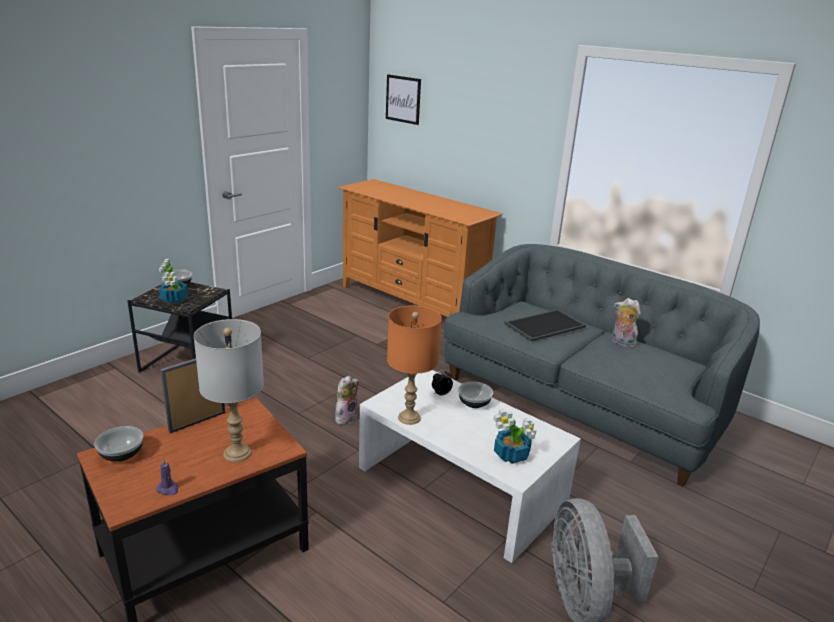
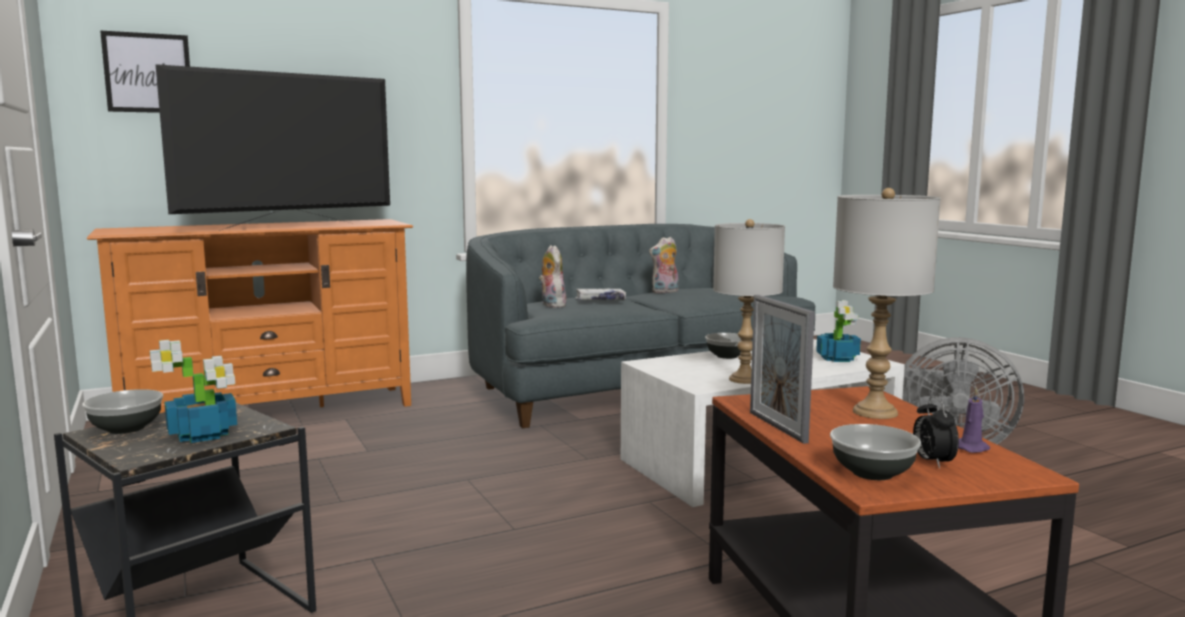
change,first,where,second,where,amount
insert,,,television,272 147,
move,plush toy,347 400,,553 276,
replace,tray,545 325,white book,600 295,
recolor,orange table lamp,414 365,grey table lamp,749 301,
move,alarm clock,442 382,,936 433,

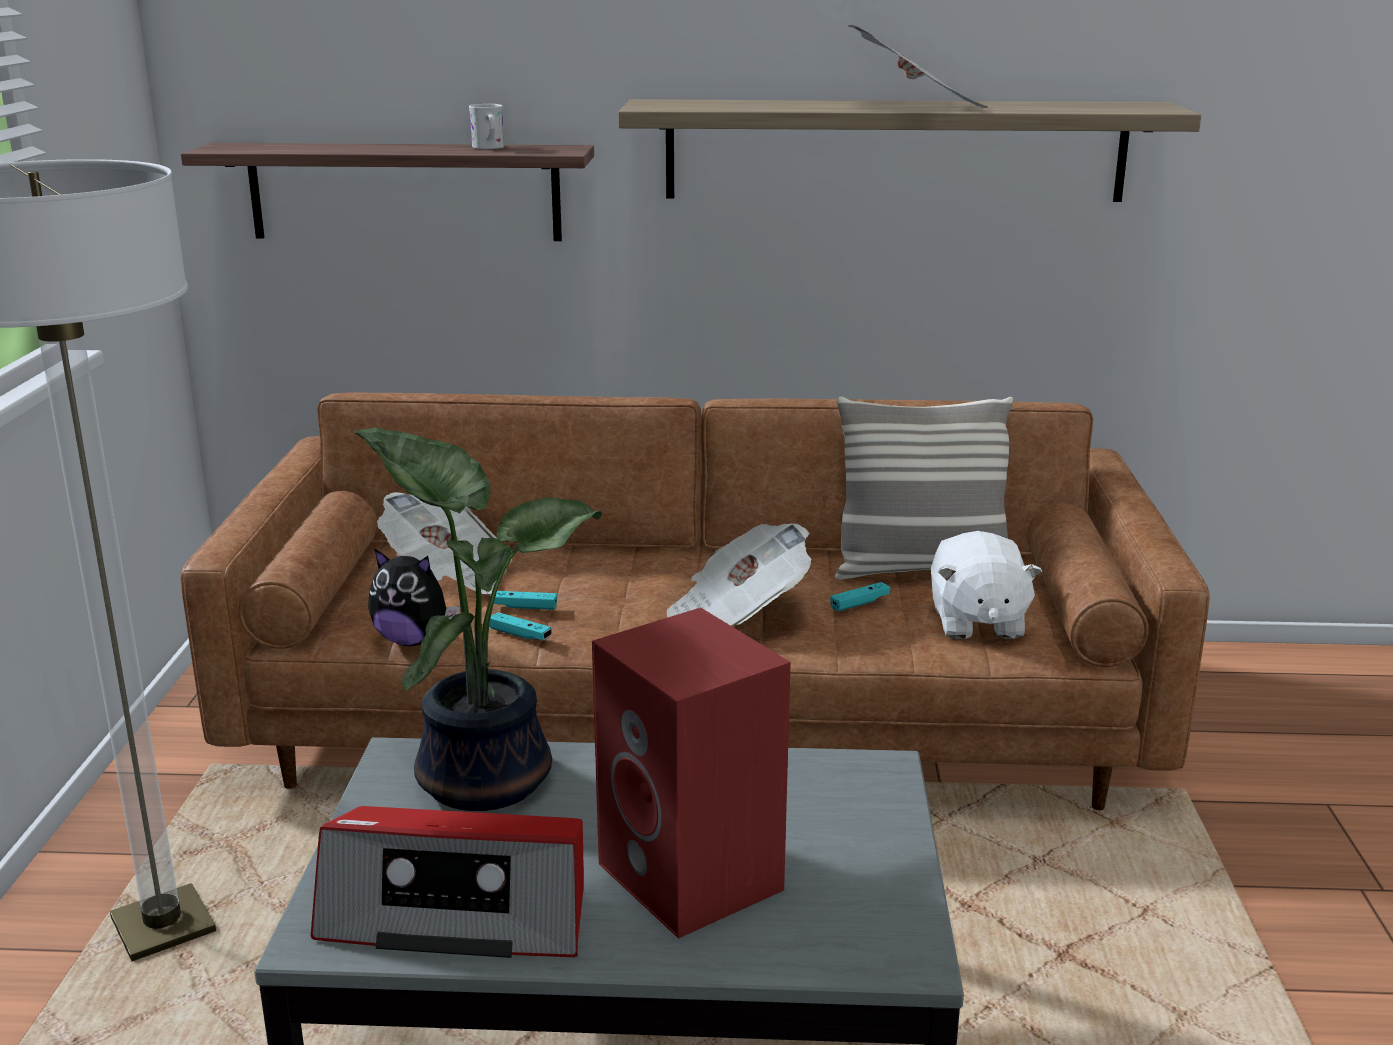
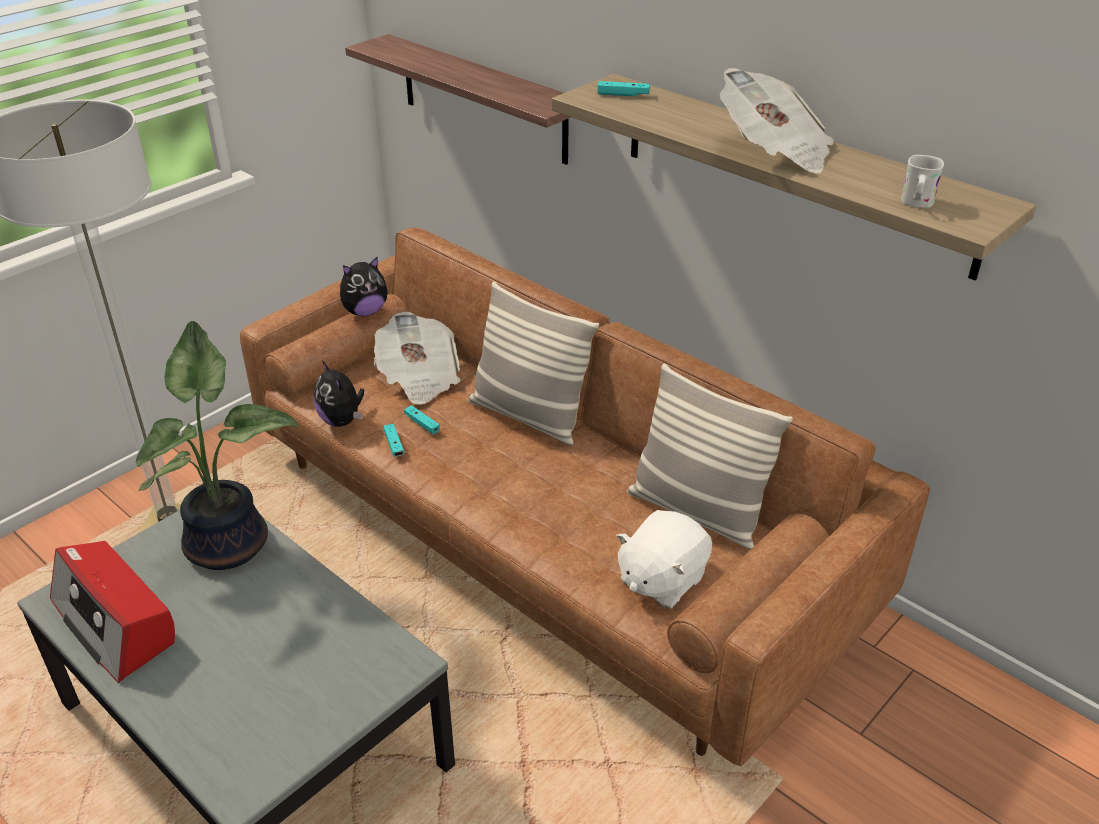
change,first,where,second,where,amount
insert,,,plush toy,364 286,
insert,,,pillow,533 364,
move,turquoise game controller,860 596,,623 89,
move,white mug,486 126,,922 181,
delete,red speaker,691 773,,,
delete,newspaper,739 574,,,

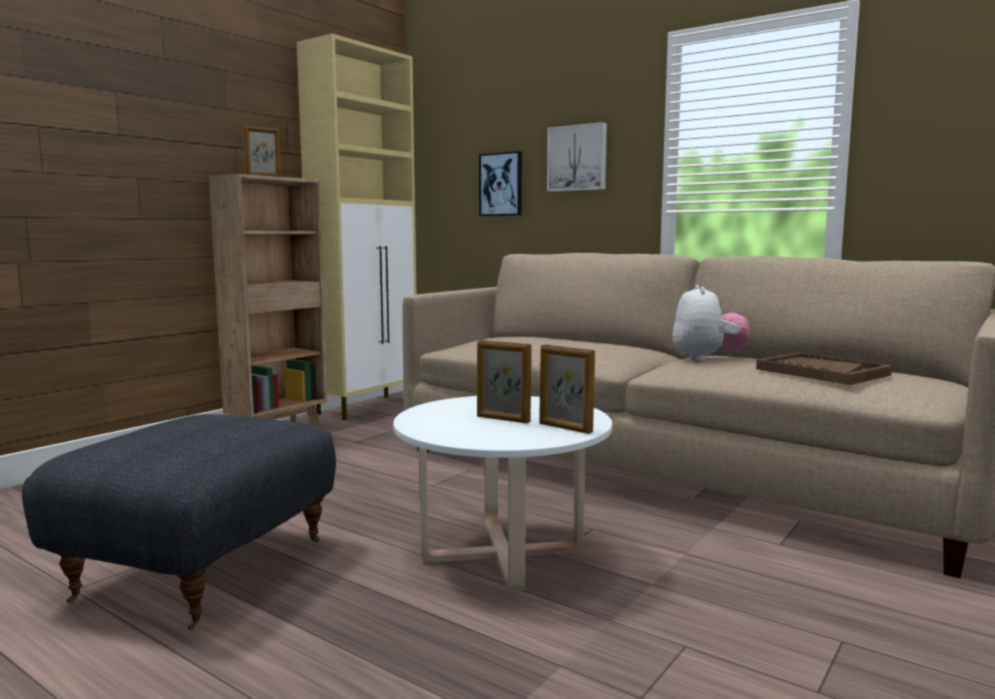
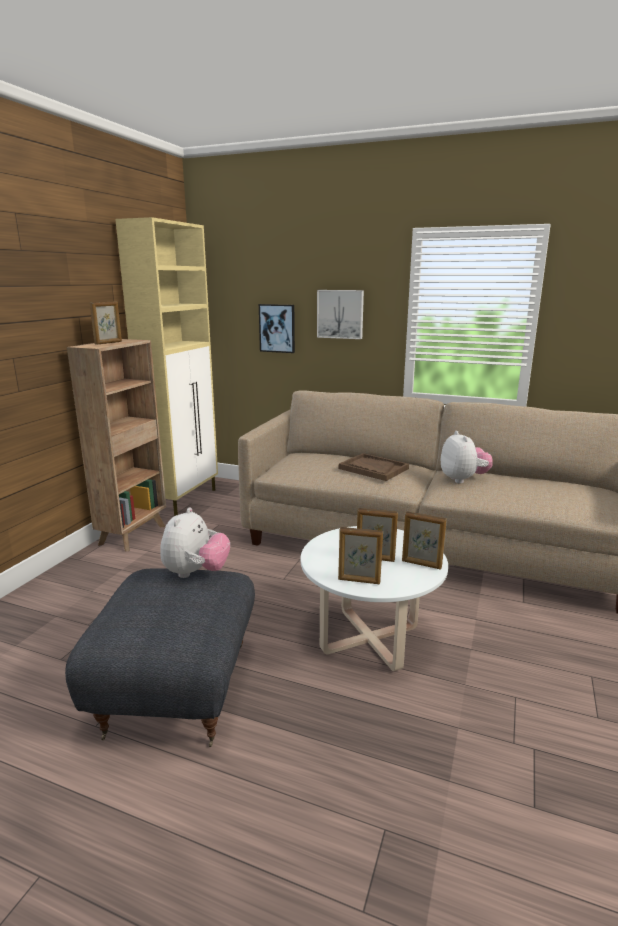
change,first,where,second,where,amount
insert,,,plush toy,195 542,
insert,,,picture frame,360 555,
move,brown tray,824 369,,374 467,

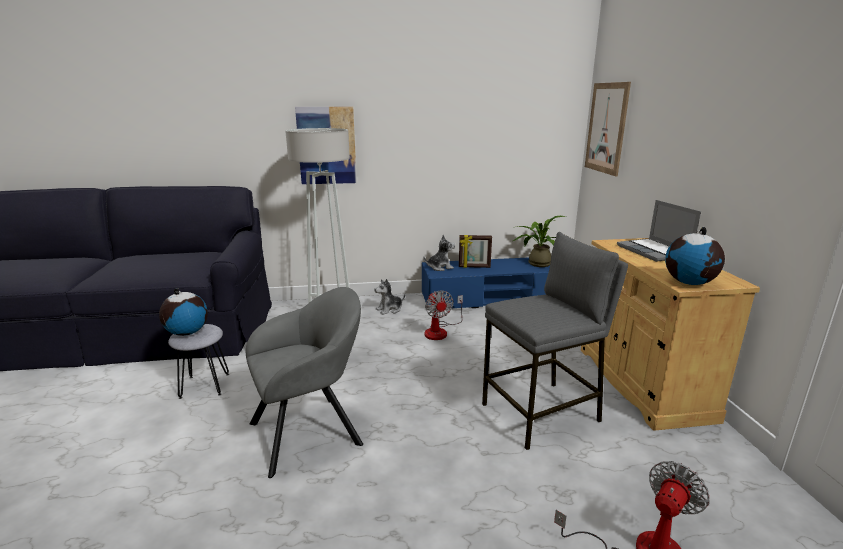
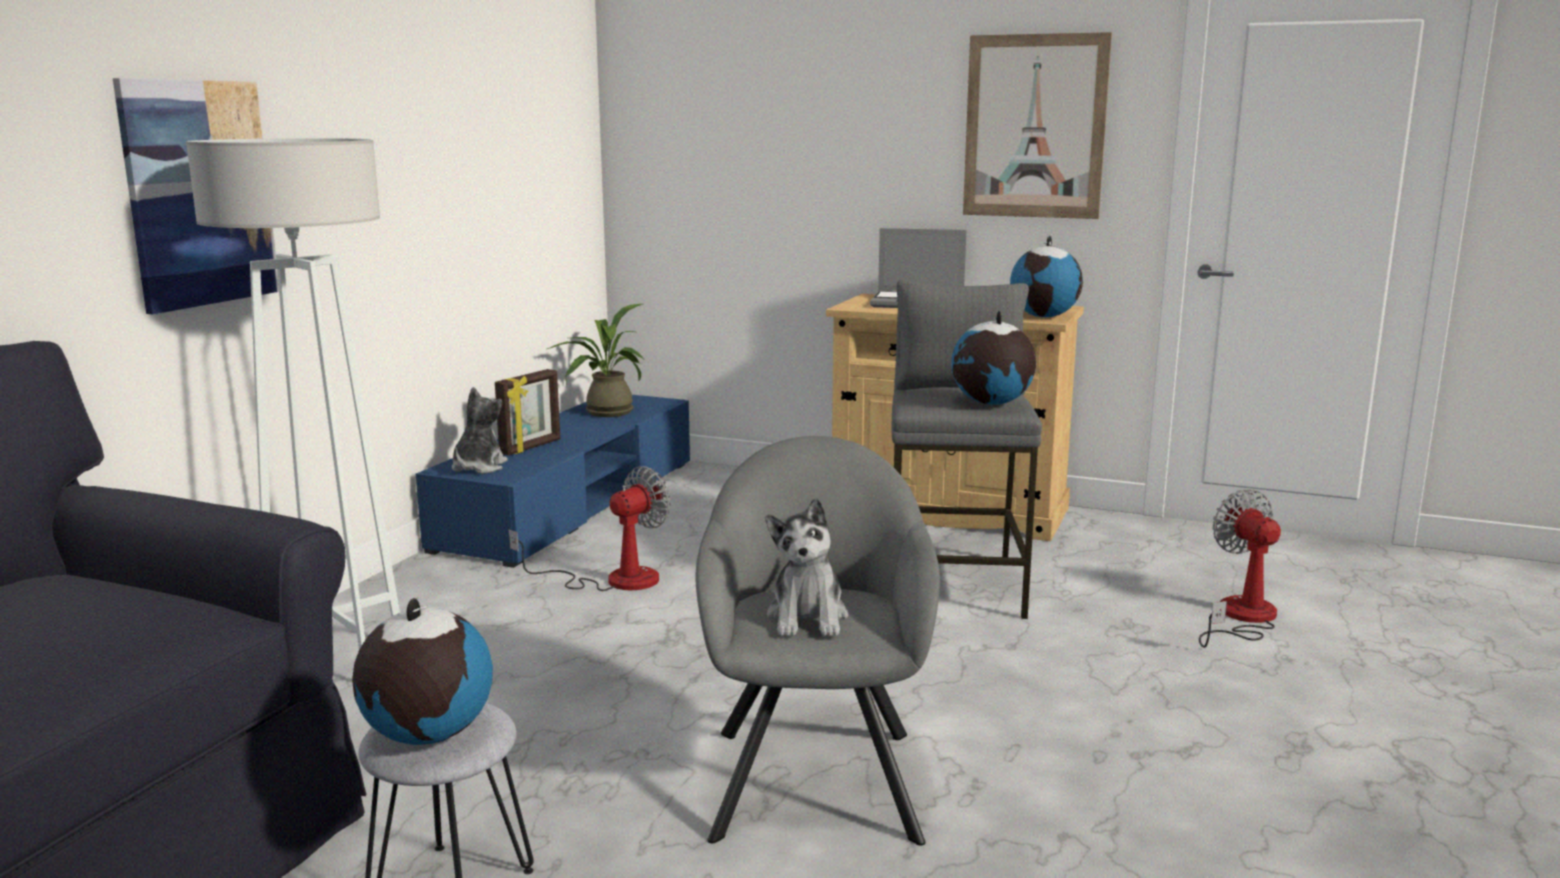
change,first,where,second,where,amount
rotate,fan,443 315,,590 528,60 degrees counterclockwise
move,plush toy,389 297,,807 567,
insert,,,globe,993 358,
move,picture,608 129,,1037 125,

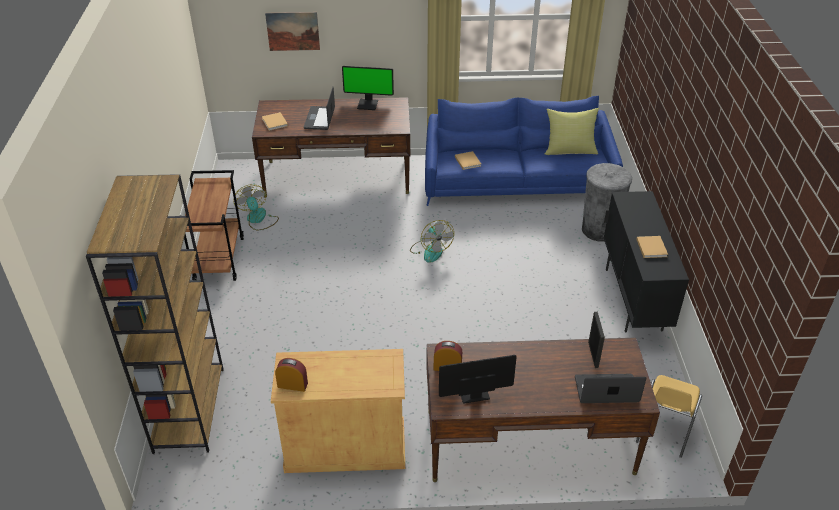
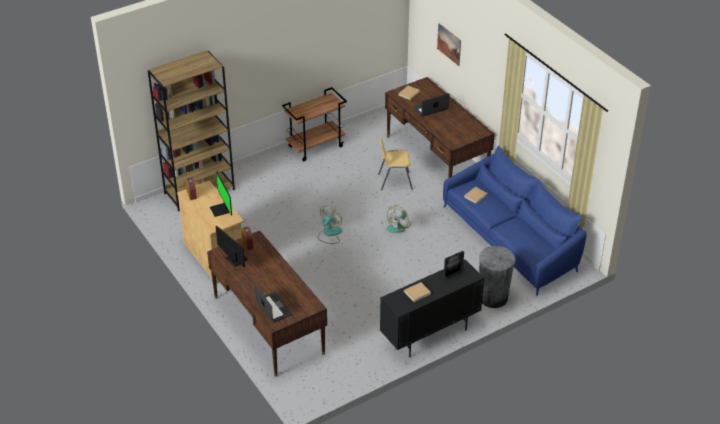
change,first,where,second,where,amount
move,monitor,368 88,,221 194,
move,fan,256 207,,330 225,
move,yellow chair,669 416,,395 164,
move,picture frame,596 340,,453 265,
delete,yellow pillow,572 131,,,

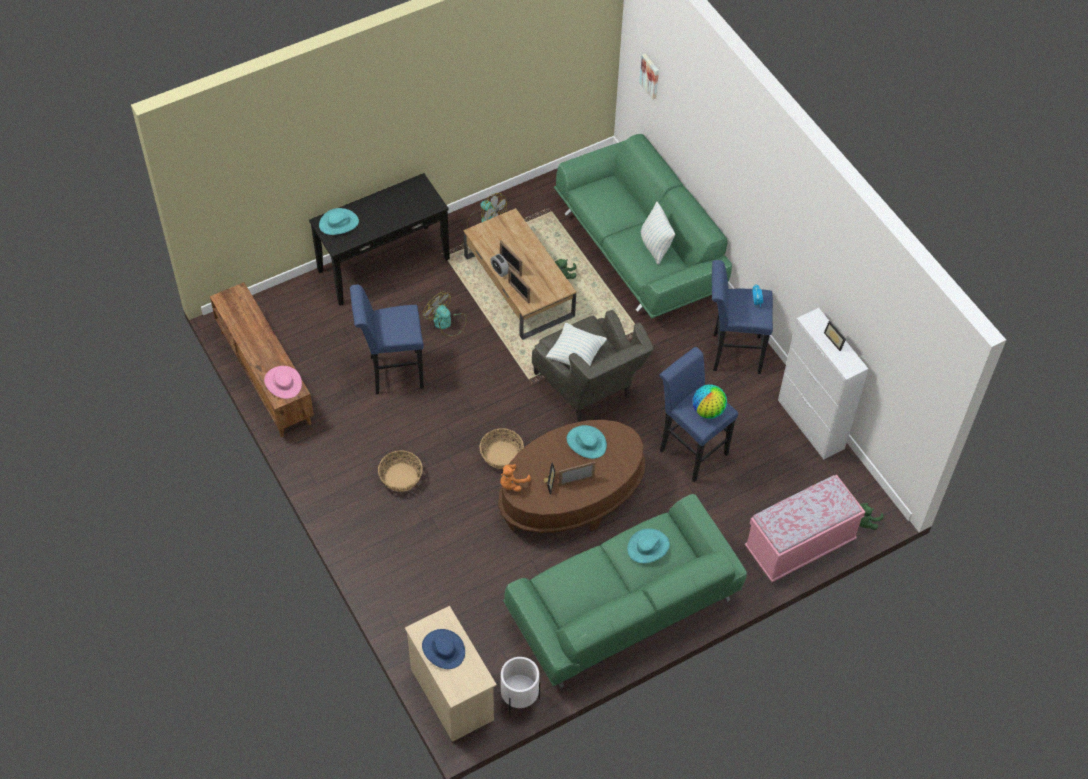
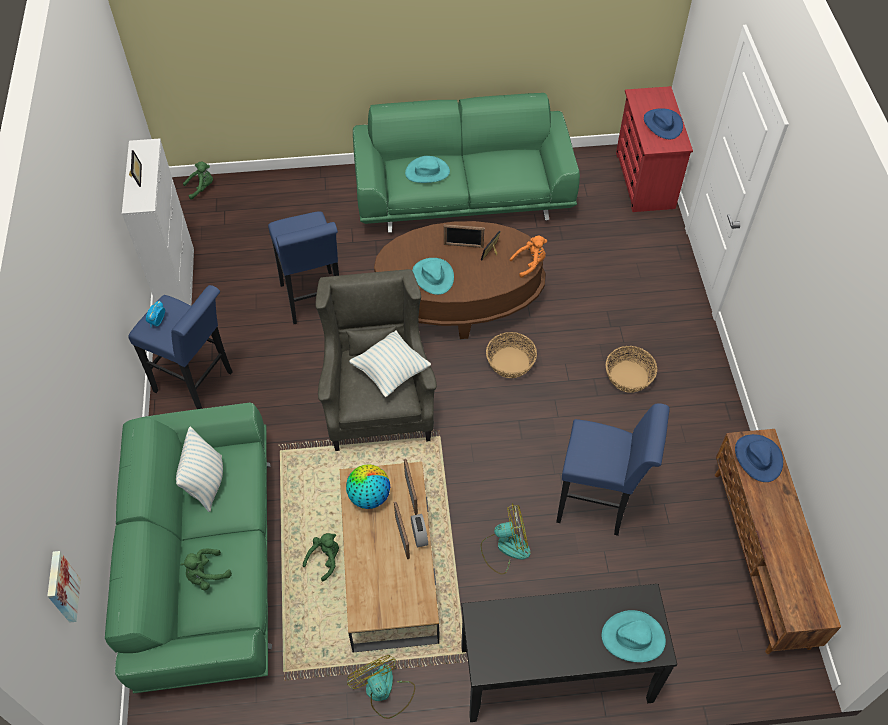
change,first,where,second,where,amount
insert,,,green plush toy,206 569,
move,globe,710 402,,368 486,
rotate,fan,445 313,,505 539,75 degrees counterclockwise
recolor,beige dresser,451 674,red dresser,654 149,
recolor,pink hat,283 382,blue hat,759 458,
delete,white planter,520 686,,,
delete,pink bench,805 528,,,

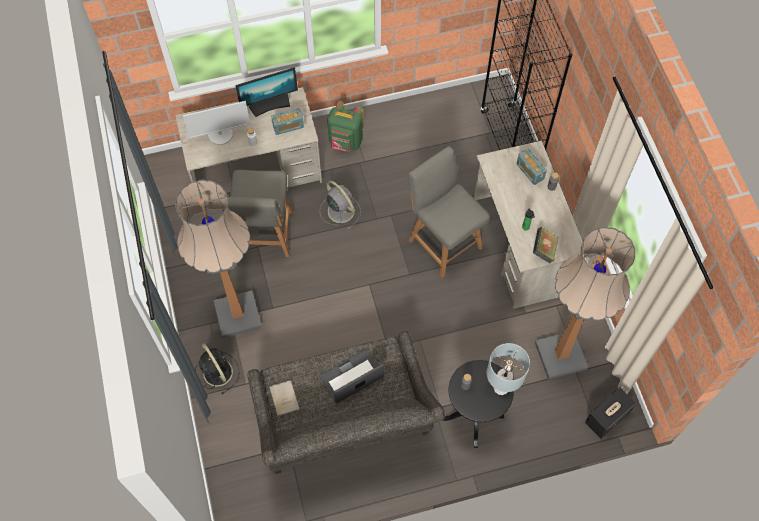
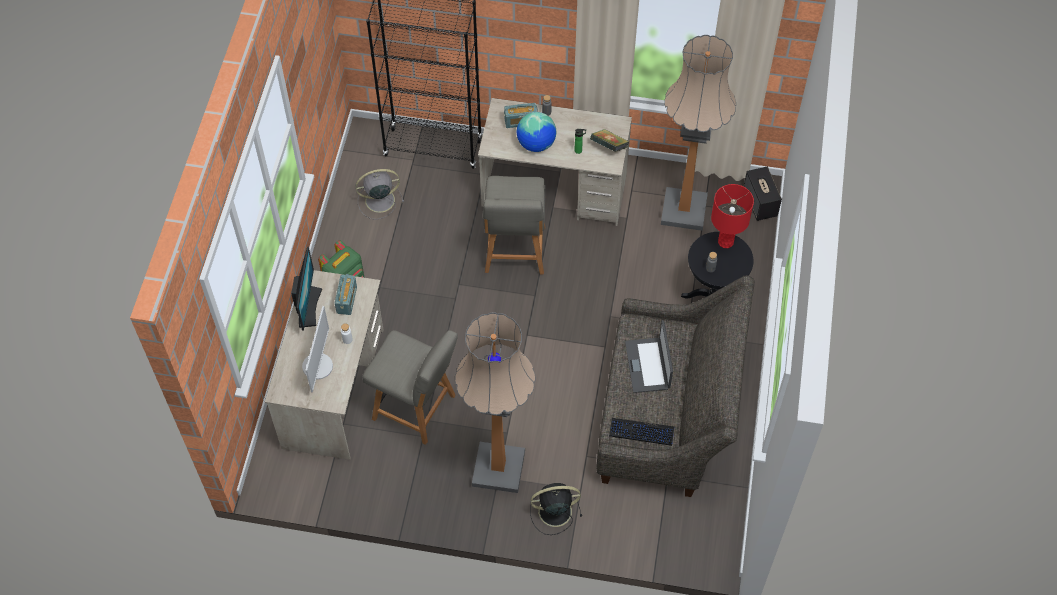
change,first,where,second,where,amount
move,grey fan,340 205,,380 194,
rotate,grey chair,449 211,,514 225,75 degrees counterclockwise
insert,,,globe,536 132,
replace,beige book,284 398,keyboard,641 432,
recolor,grey table lamp,508 369,red table lamp,732 216,

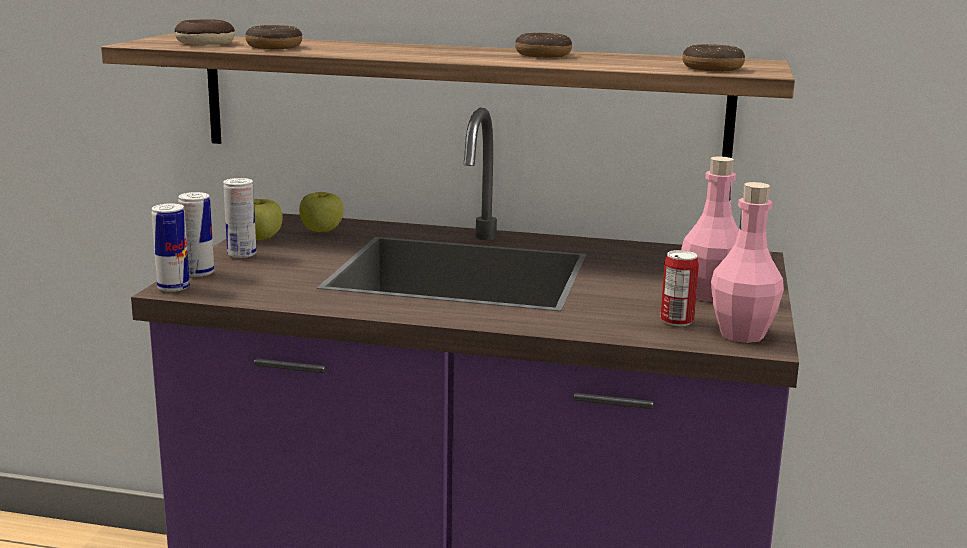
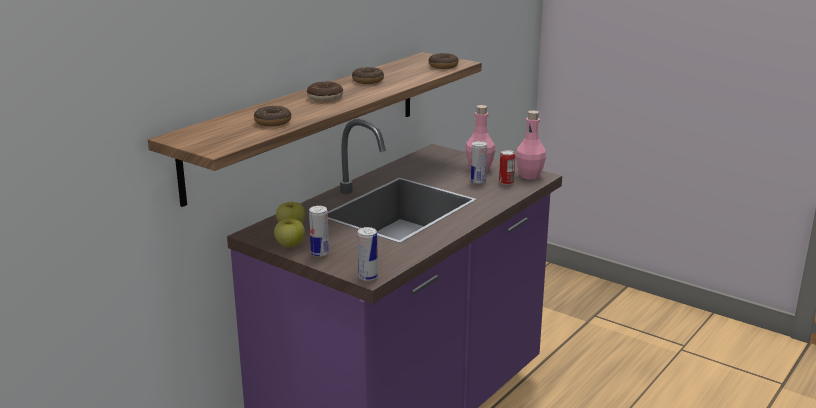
change,first,where,second,where,amount
move,donut,205 32,,325 91,
move,can,196 234,,479 162,

